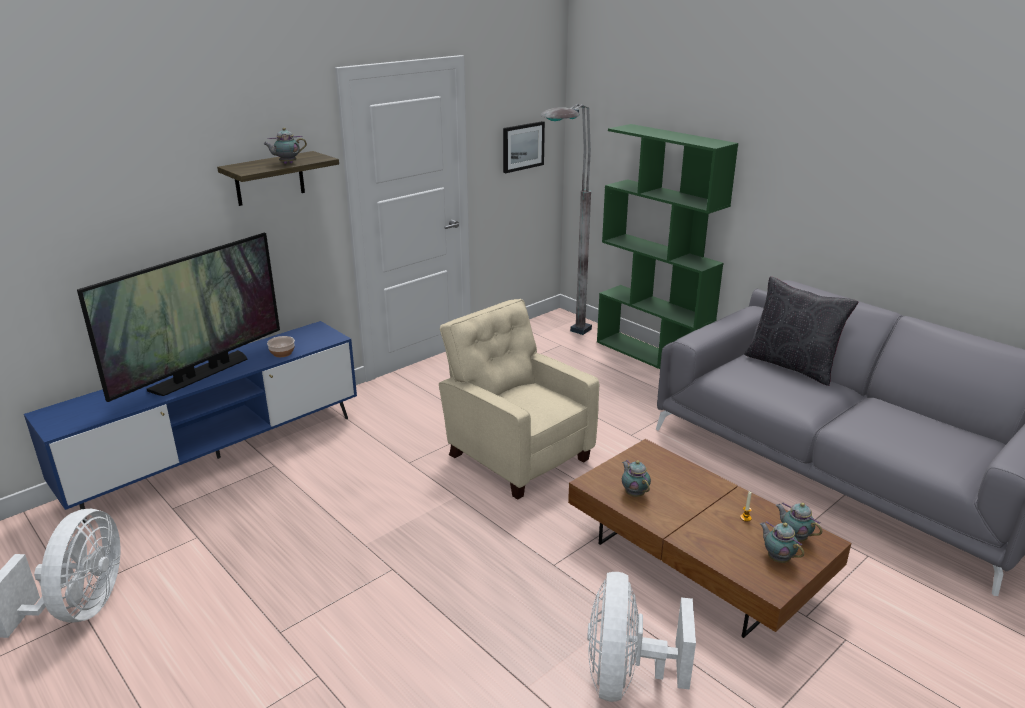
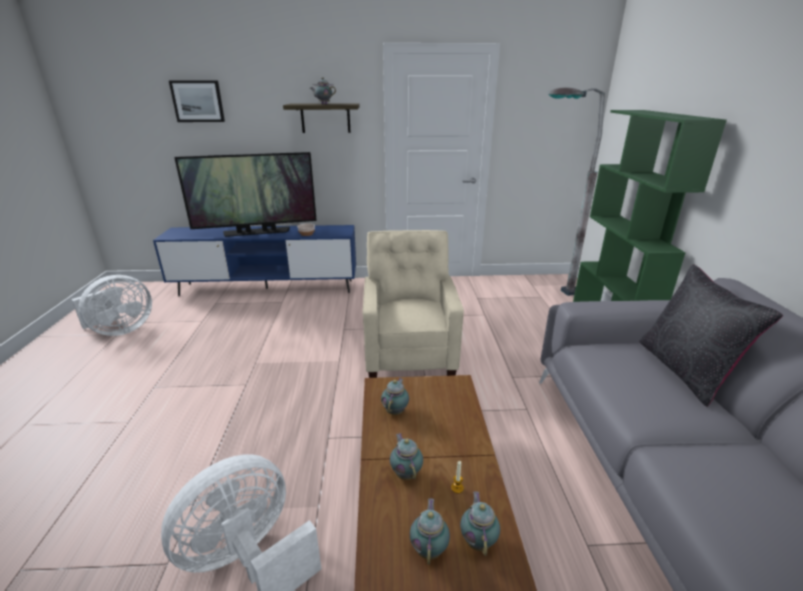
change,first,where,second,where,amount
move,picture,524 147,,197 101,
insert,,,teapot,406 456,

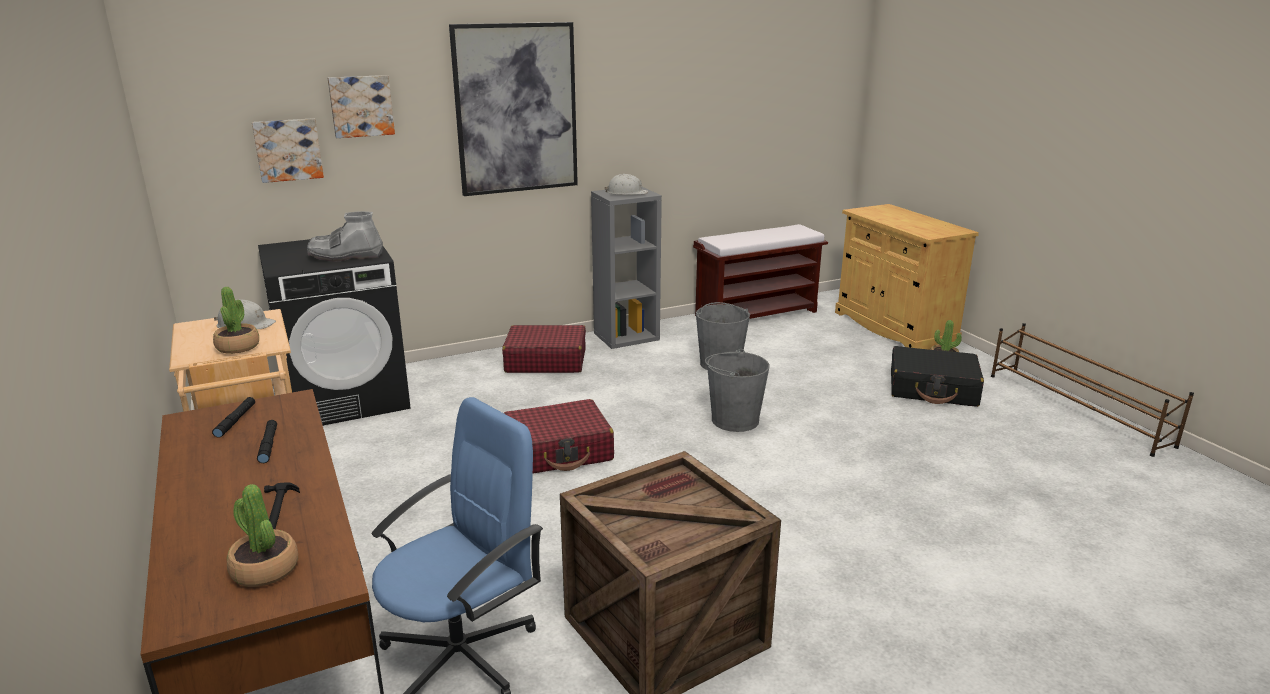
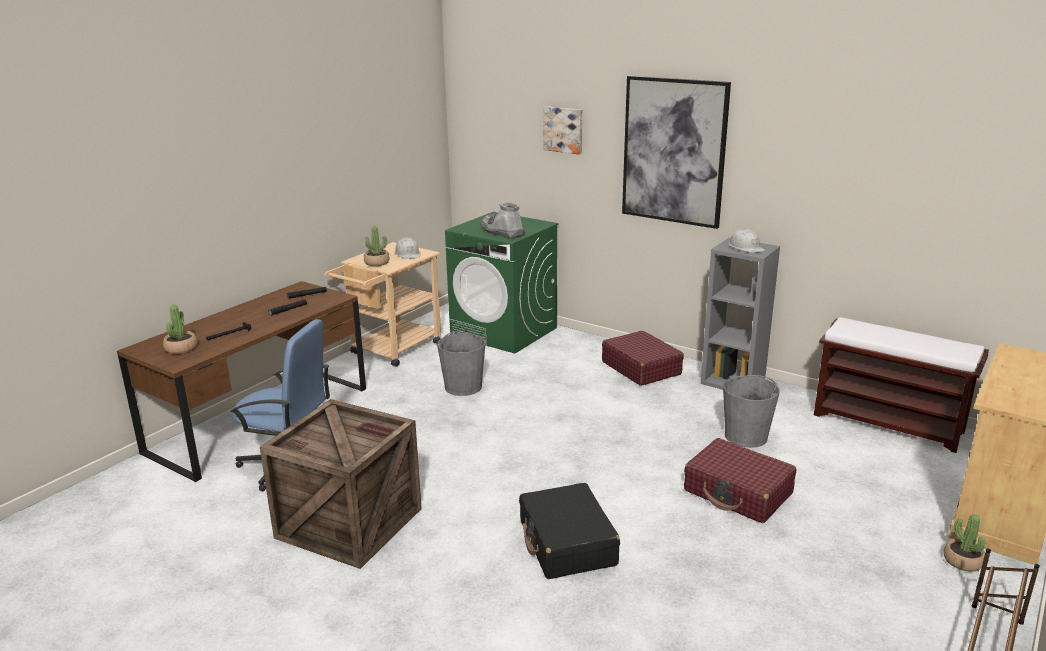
change,first,where,second,where,amount
move,grey bucket,737 390,,461 363,
recolor,black washing machine,334 332,green washing machine,502 283,
move,black suitcase,937 376,,569 531,
move,red suitcase,559 436,,740 480,
delete,picture,288 150,,,

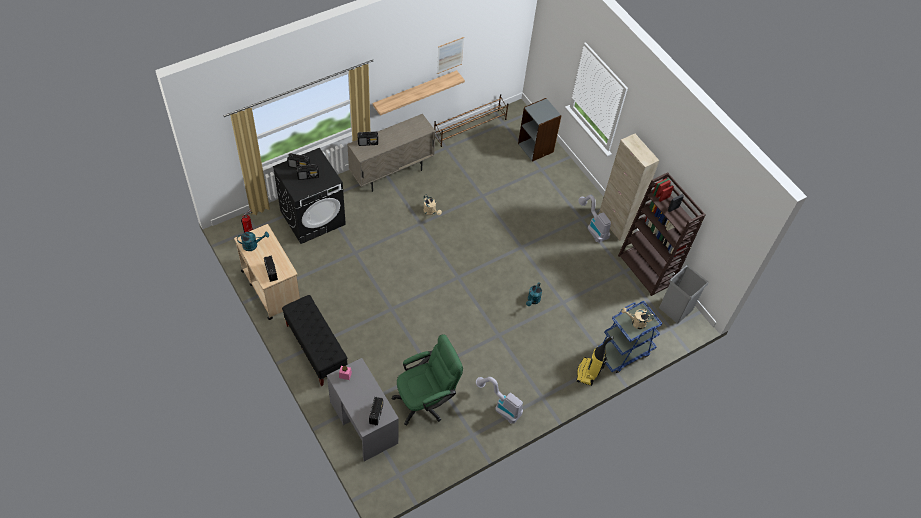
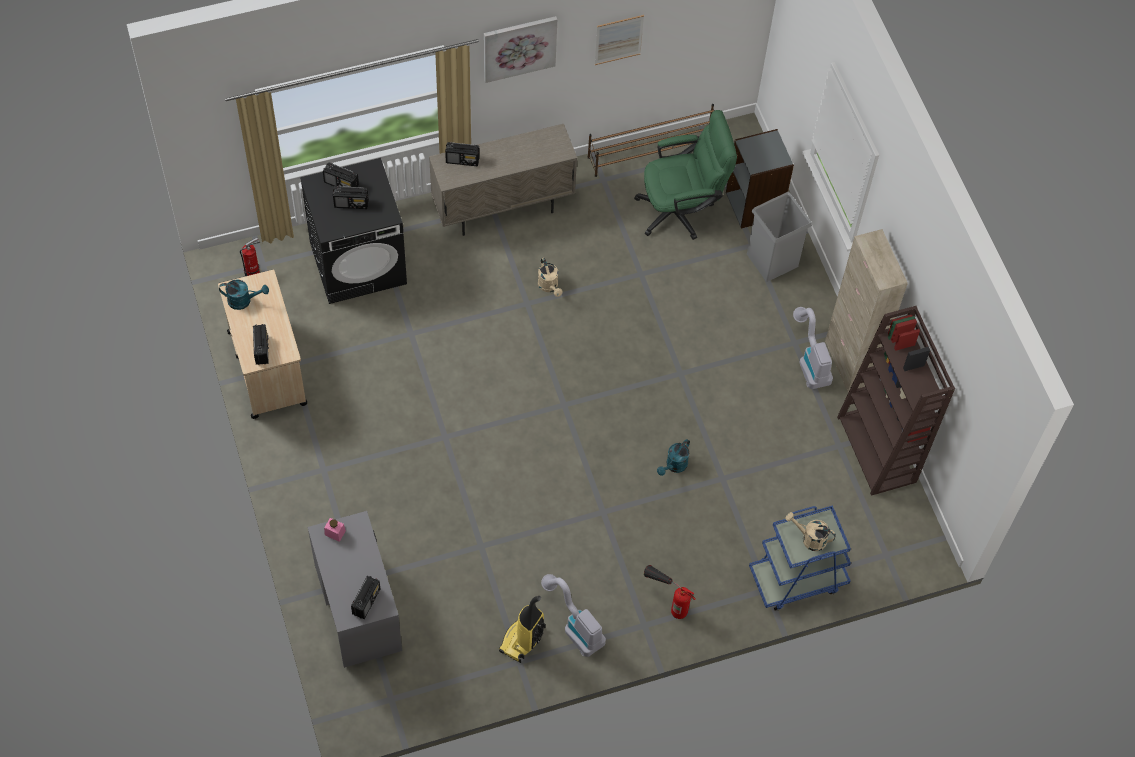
change,first,where,second,where,amount
insert,,,picture,520 49,
move,vacuum cleaner,595 361,,522 629,
move,green office chair,427 380,,685 175,
insert,,,fire extinguisher,670 592,
move,grey trash can,683 294,,779 237,
delete,black bench,315 340,,,
delete,shelf,419 93,,,

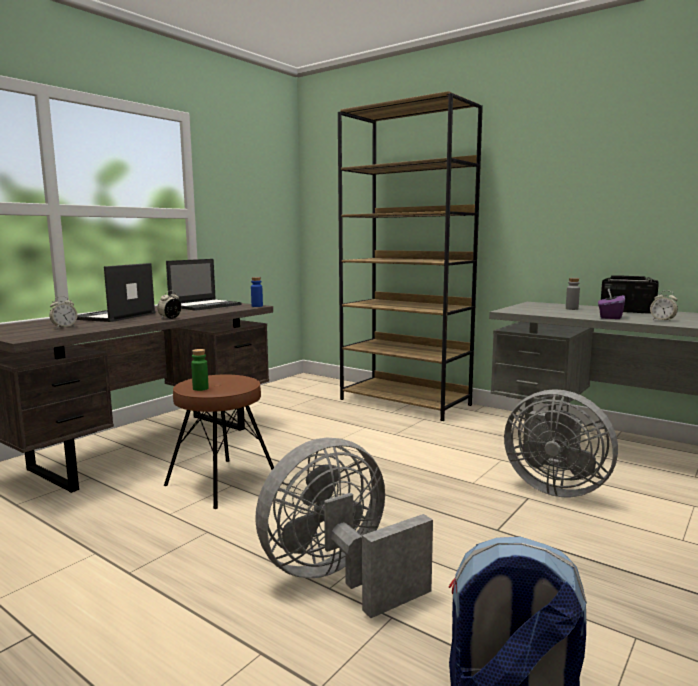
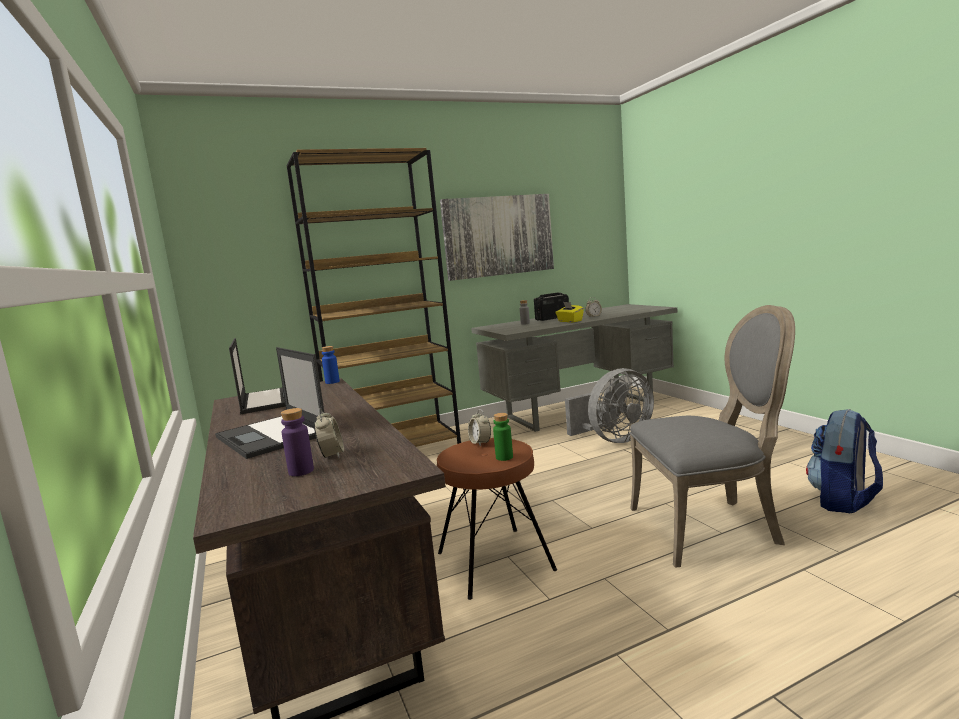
change,first,where,second,where,amount
insert,,,purple bottle,297 442,
insert,,,picture,497 237,
move,alarm clock,169 304,,479 427,
recolor,purple tissue box,611 304,yellow tissue box,569 312,
replace,grey fan,344 528,grey chair,712 436,

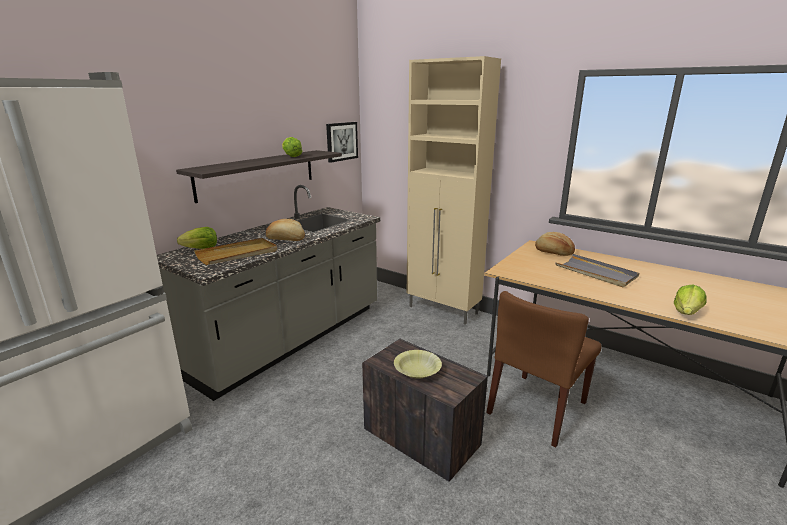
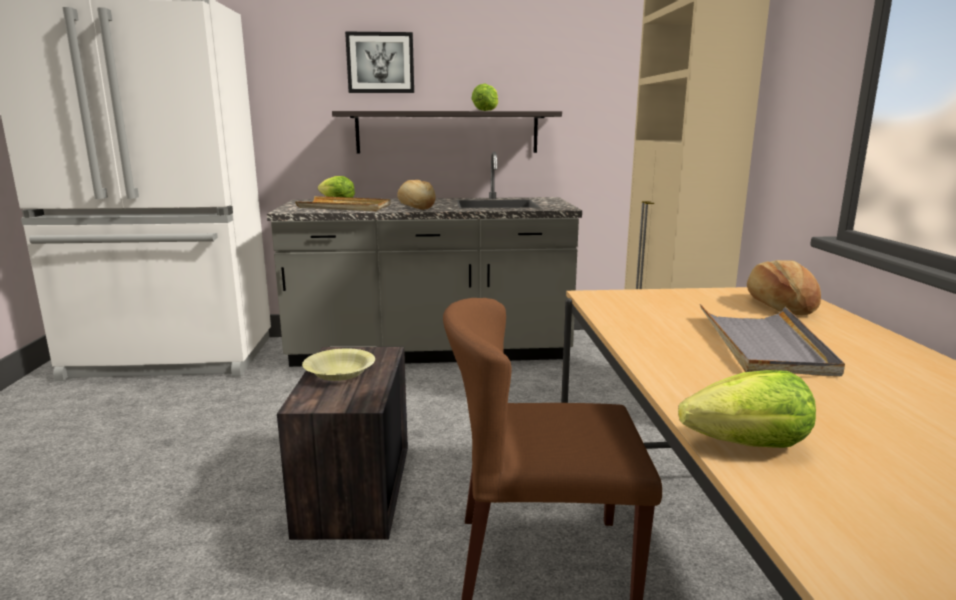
change,first,where,second,where,amount
move,picture,342 142,,379 62,

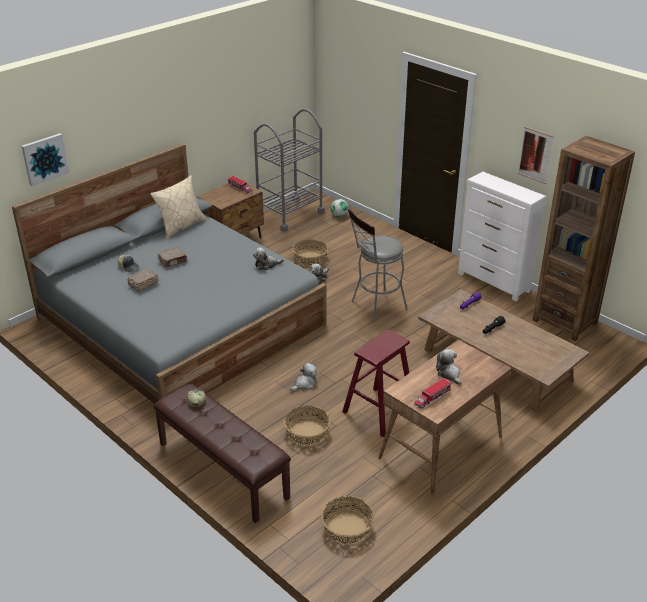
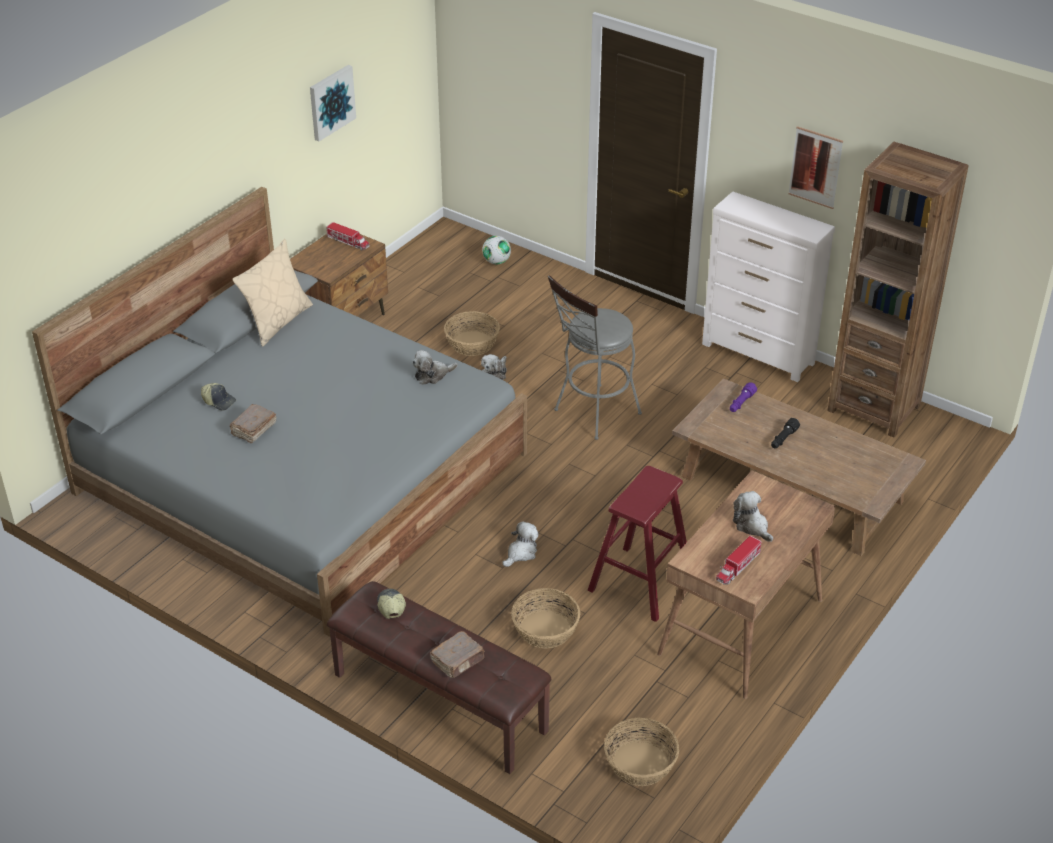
change,first,where,second,where,amount
move,picture,45 159,,333 103,
move,brown book,172 257,,457 654,
delete,grey cart,289 170,,,

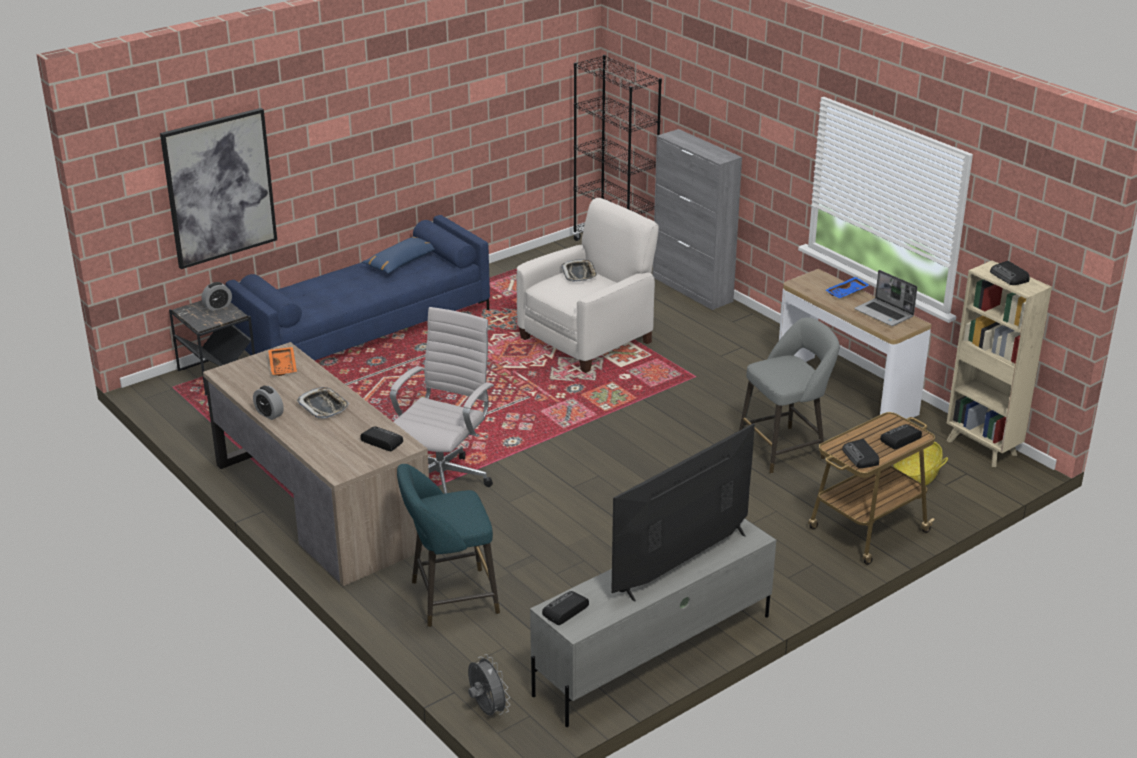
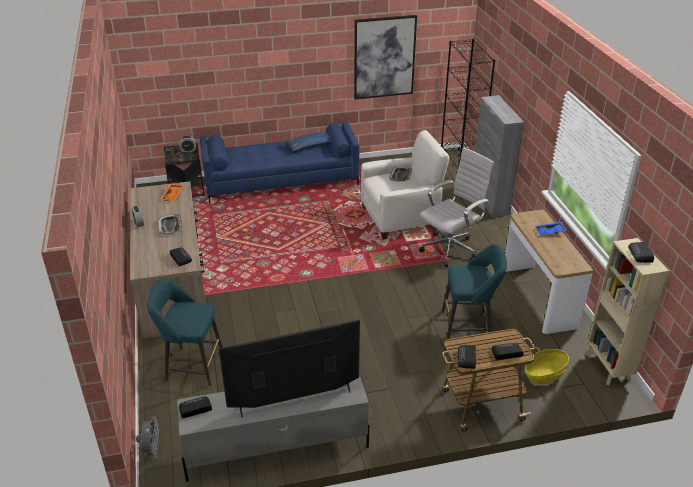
change,first,where,second,where,amount
move,picture,218 188,,385 57,
move,white office chair,442 400,,456 207,
recolor,grey stool,789 395,turquoise stool,474 292,
delete,laptop,885 298,,,

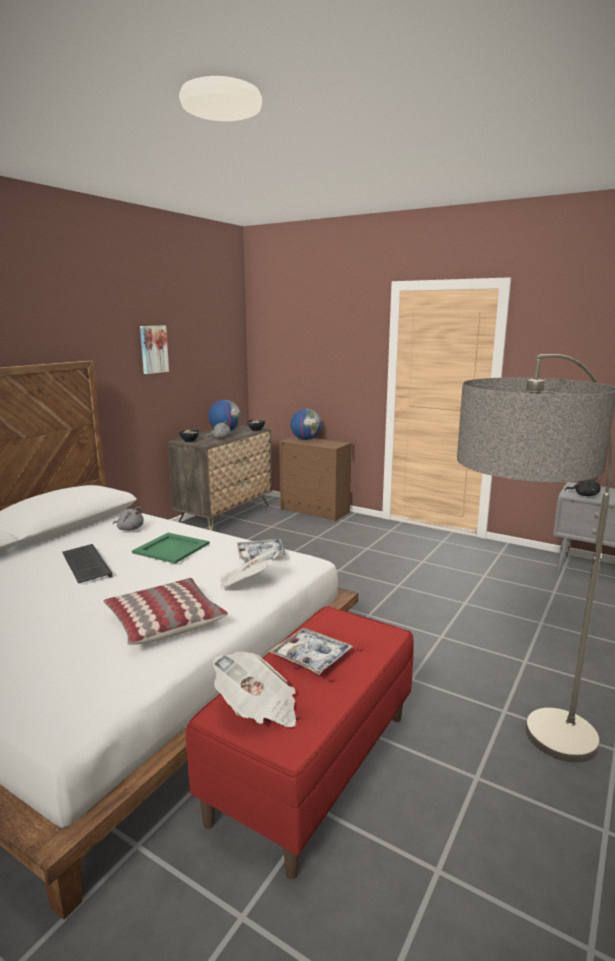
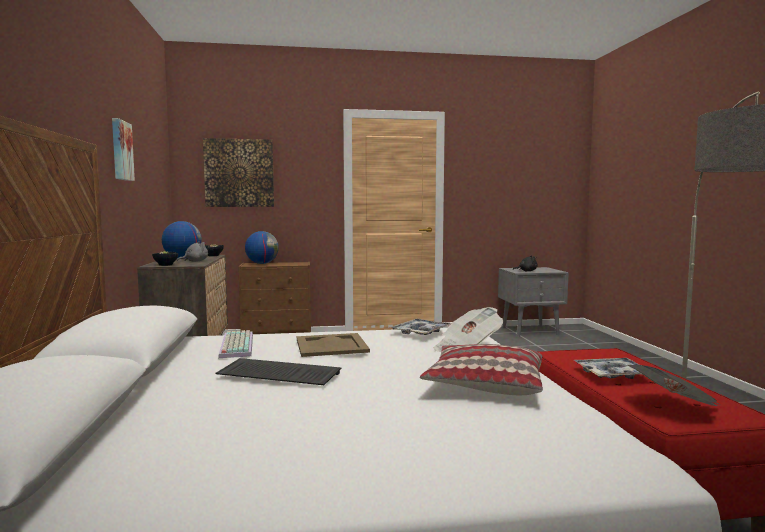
change,first,where,second,where,amount
insert,,,picture,238 172,
replace,grey plush toy,128 518,keyboard,235 344,
recolor,green tray,170 548,beige tray,333 345,

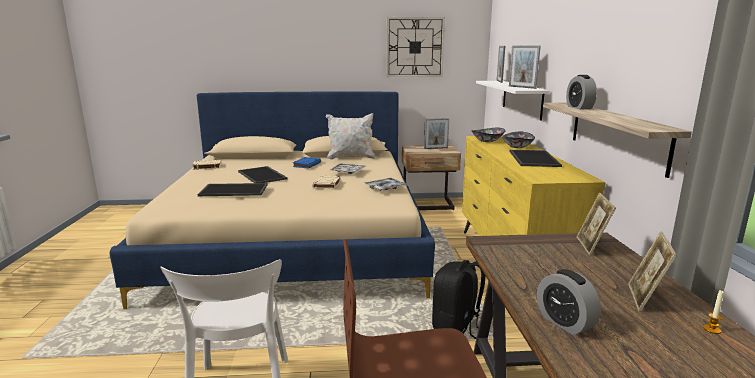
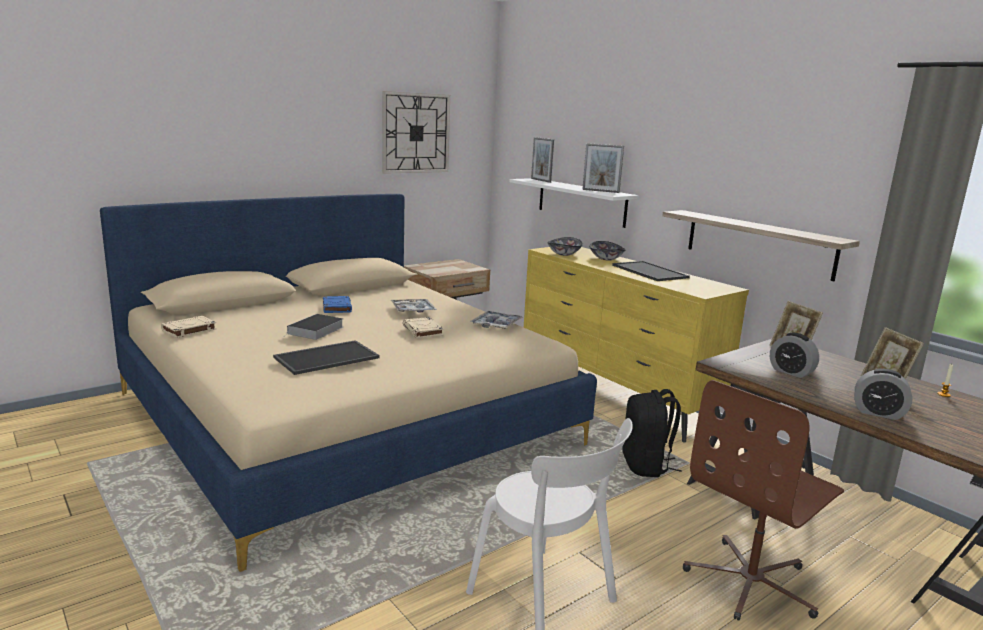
change,first,where,second,where,amount
replace,tray,262 174,book,313 327,
move,alarm clock,581 92,,794 355,
delete,white pillow,350 136,,,
delete,picture frame,436 133,,,

